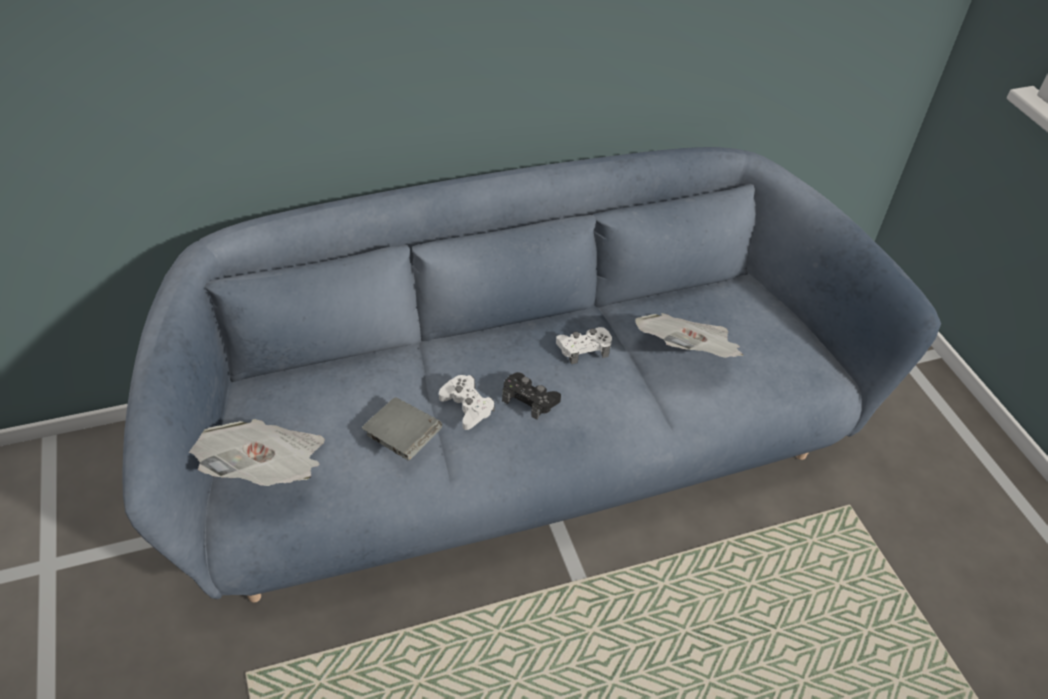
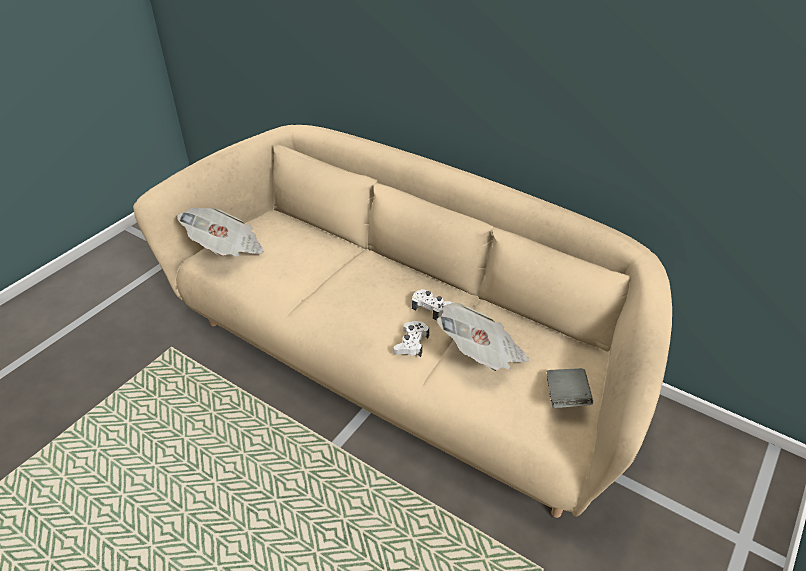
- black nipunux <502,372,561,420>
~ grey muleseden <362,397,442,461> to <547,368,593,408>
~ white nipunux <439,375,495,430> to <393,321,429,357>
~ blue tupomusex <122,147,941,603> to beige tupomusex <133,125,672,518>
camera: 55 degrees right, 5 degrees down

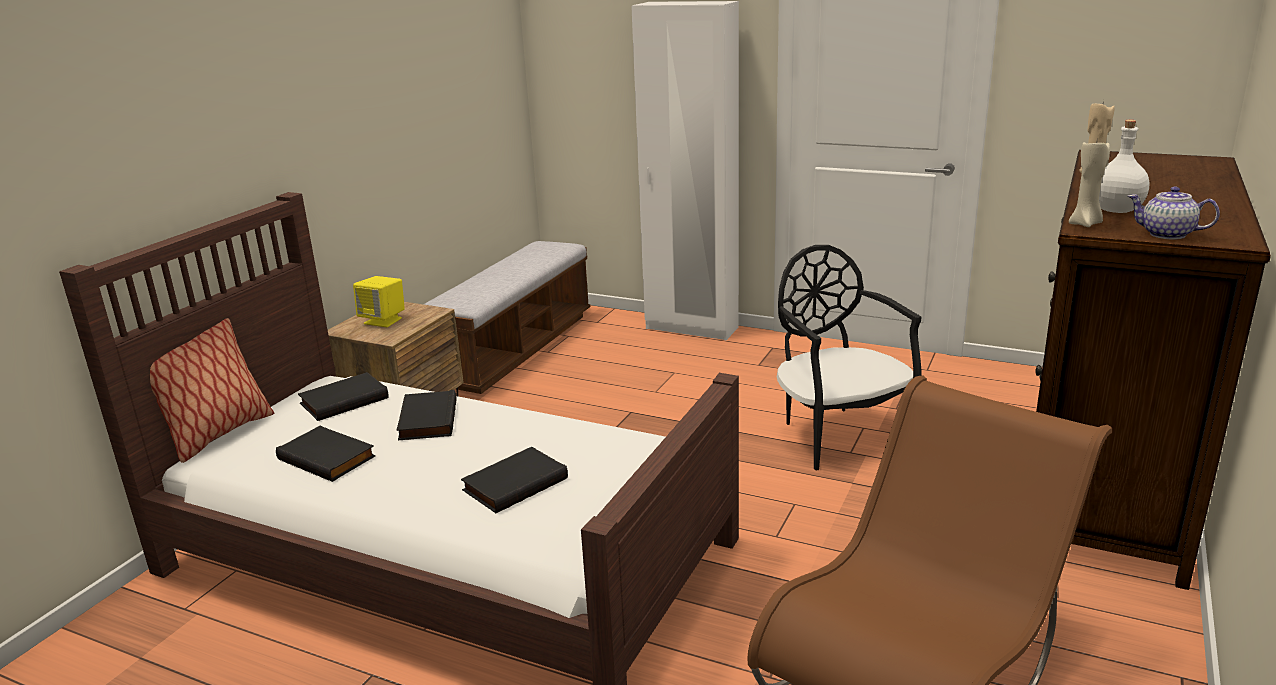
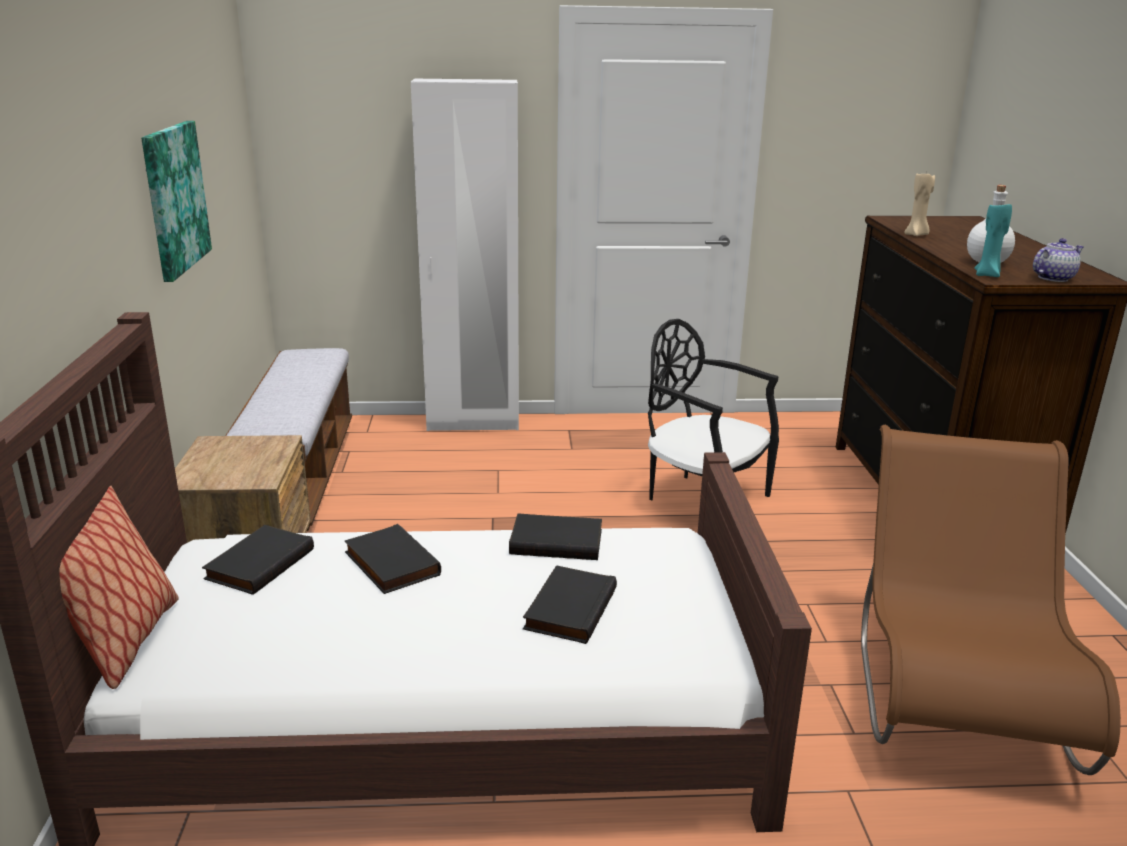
- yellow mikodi <353,276,405,327>
+ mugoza <141,121,212,282>
~ black muleseden <276,426,376,482> to <509,513,602,560>
~ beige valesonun <1069,137,1110,227> to turquoise valesonun <974,202,1012,277>
~ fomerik <1128,186,1220,240> = <1033,238,1084,282> 150 degrees clockwise
camera: 30 degrees left, 0 degrees up

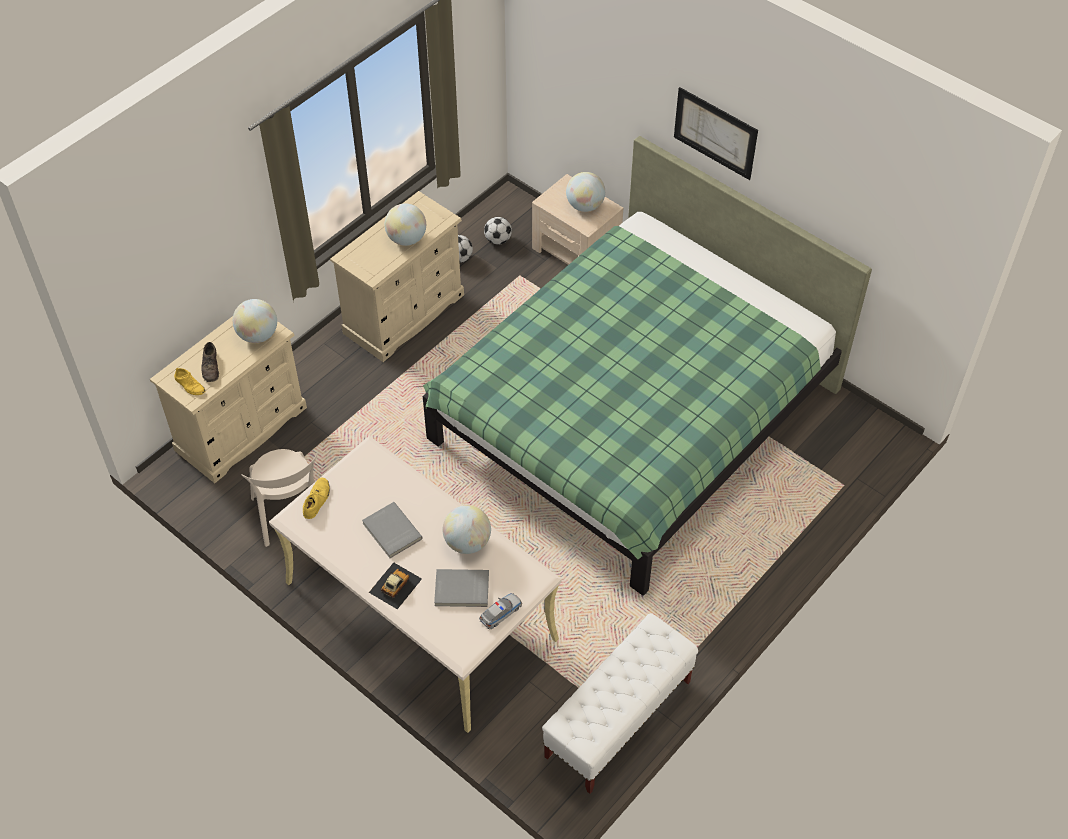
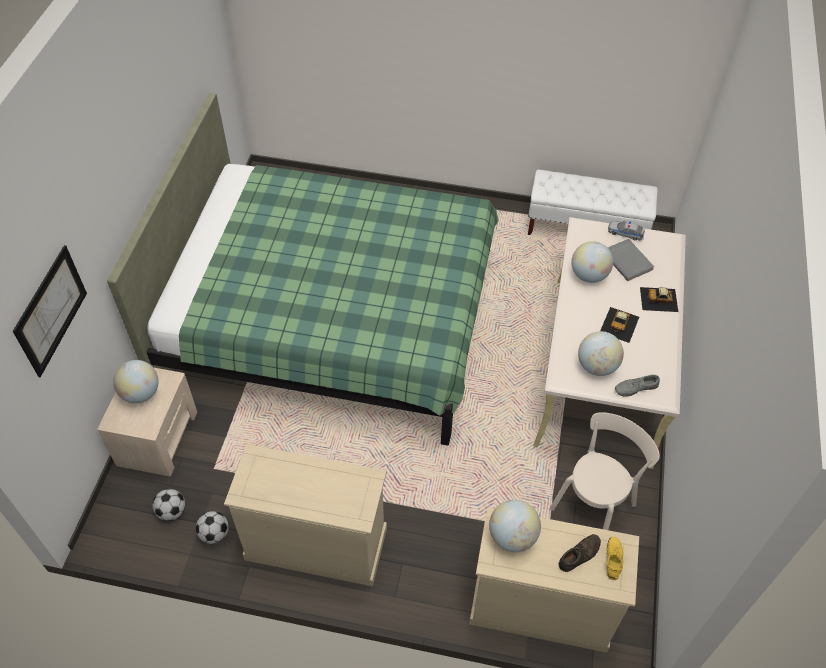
~ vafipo <385,203,426,246> to <578,331,624,376>
~ mugoza <674,87,758,180> to <13,245,87,377>
~ grey muleseden <362,502,423,558> to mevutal <600,307,639,343>
~ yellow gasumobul <303,477,330,519> to grey gasumobul <615,375,660,397>
camera: 120 degrees left, 0 degrees up

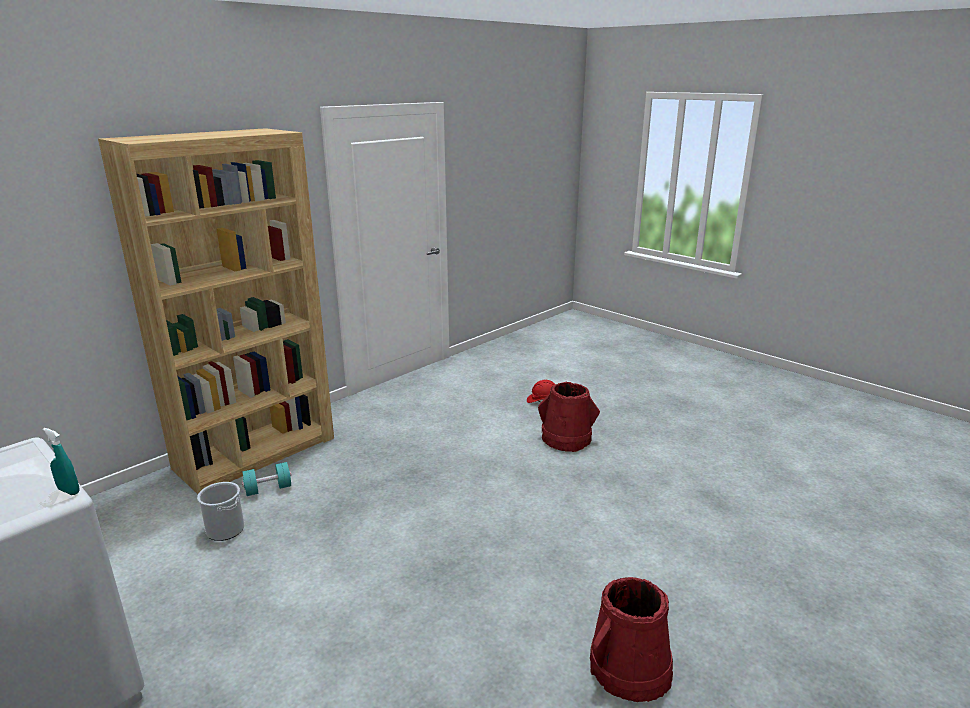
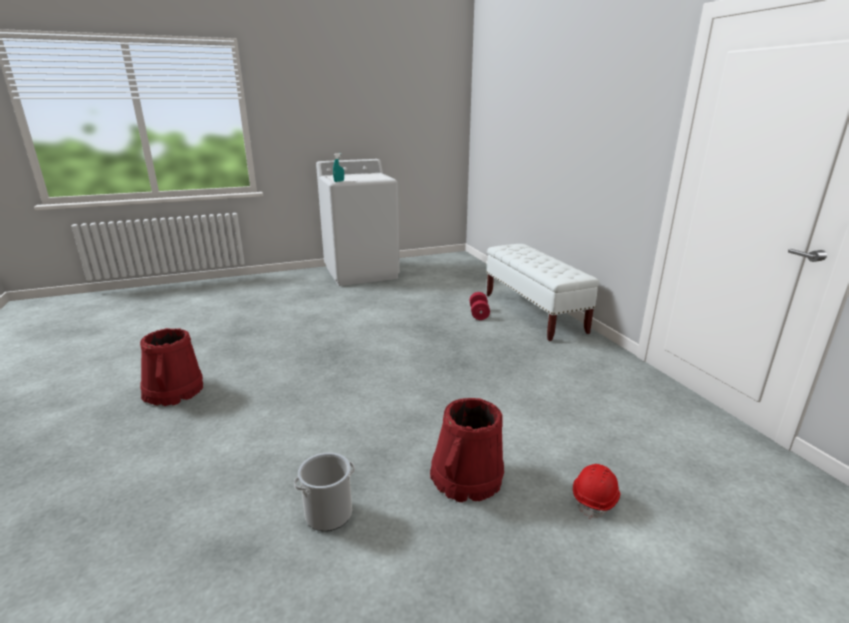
~ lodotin <197,482,245,541> to <294,452,355,531>
~ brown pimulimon <98,128,334,494> to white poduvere <486,244,600,341>
~ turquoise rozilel <242,462,291,496> to red rozilel <470,292,490,320>
camera: 115 degrees right, 0 degrees up

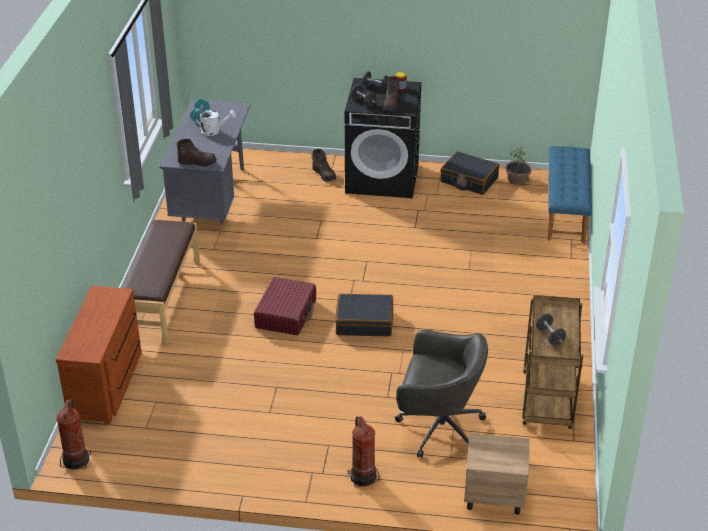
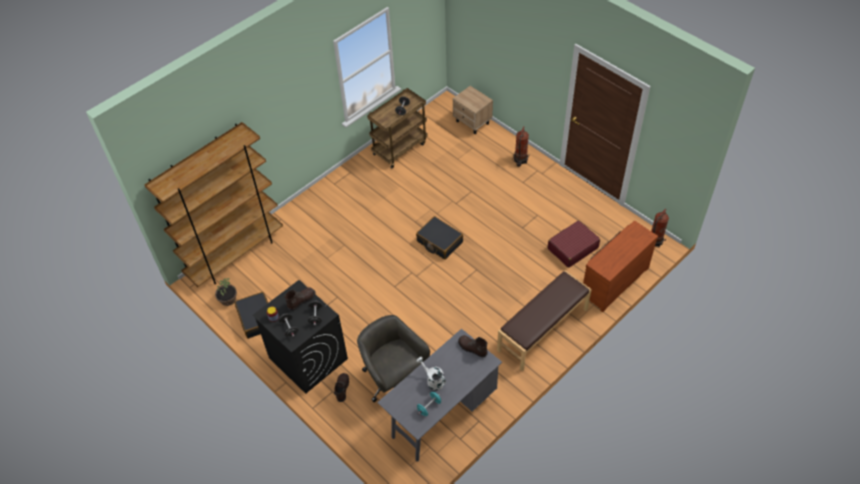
~ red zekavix <254,277,316,335> to <548,220,600,268>
~ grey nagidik <395,330,488,458> to <357,315,430,402>
~ blue poduvere <547,146,592,243> to brown pimulimon <144,122,283,288>
camera: 140 degrees left, 15 degrees up

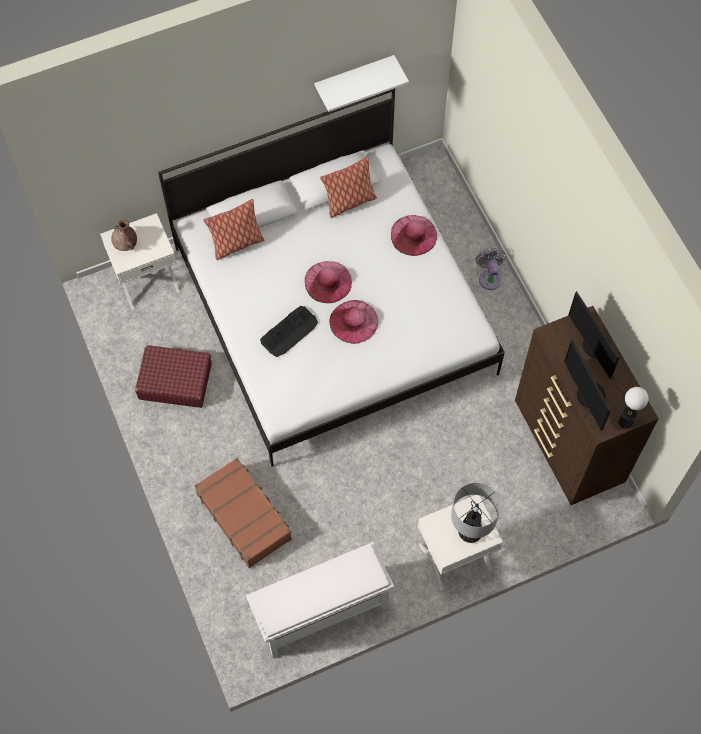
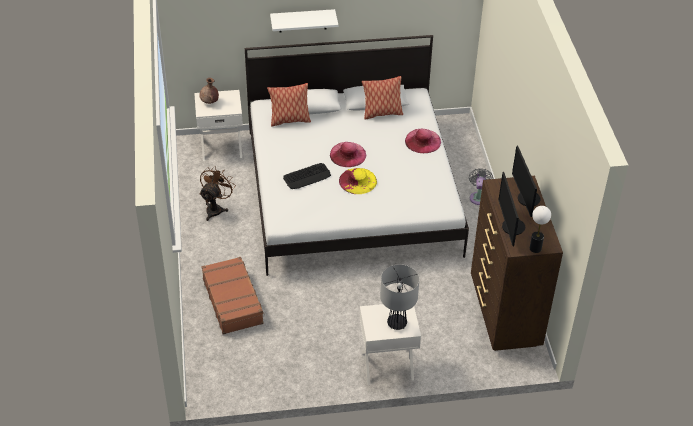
- white poduvere <246,542,395,658>
~ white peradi <314,55,409,112> to <270,9,339,33>
~ red zekavix <135,345,212,408> to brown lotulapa <199,166,236,221>
~ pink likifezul <329,300,378,344> to yellow likifezul <339,168,377,194>
camera: 15 degrees right, 20 degrees down

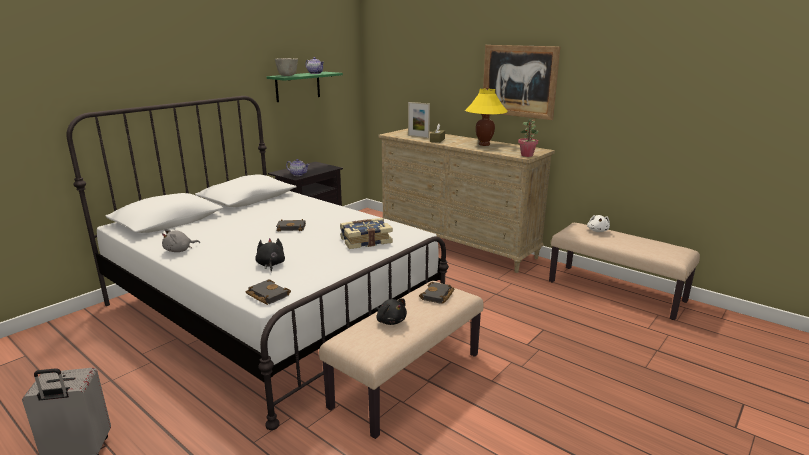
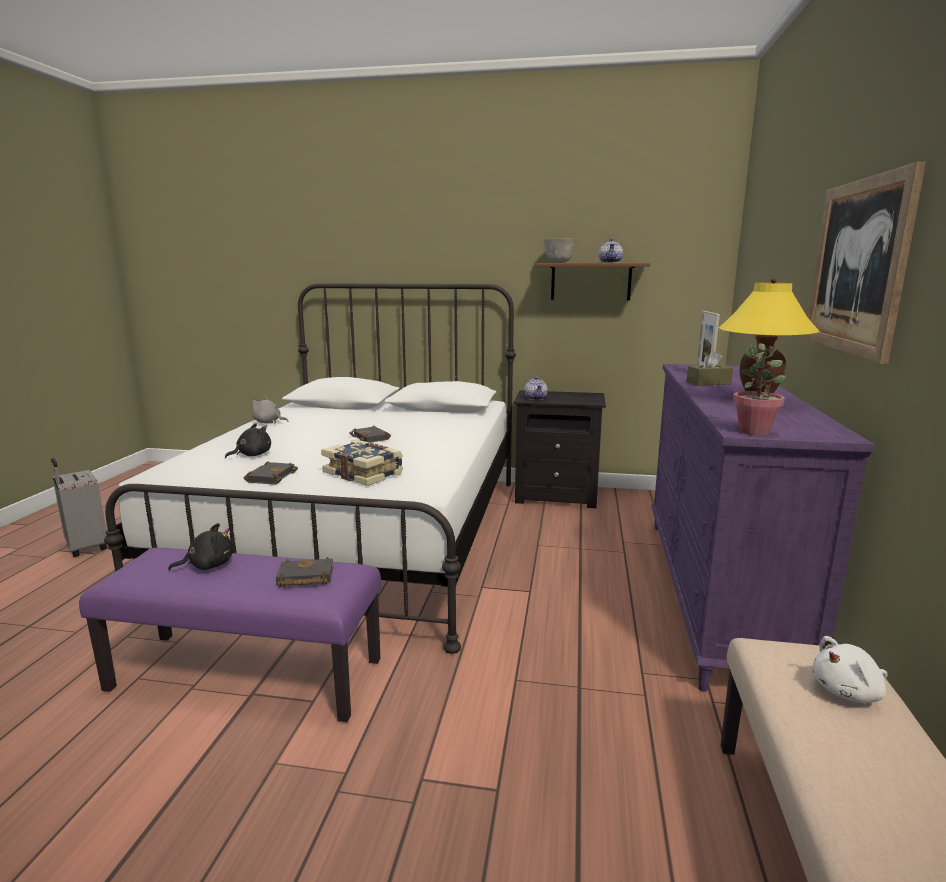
~ black muleseden <246,279,291,305> to <244,461,298,485>
~ green peradi <267,72,343,102> to brown peradi <536,263,651,300>
~ beige poduvere <319,281,484,439> to purple poduvere <79,548,381,722>
~ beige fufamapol <378,128,555,273> to purple fufamapol <651,364,875,692>
~ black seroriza <375,299,407,325> = <168,523,233,571> 135 degrees counterclockwise
camera: 60 degrees right, 5 degrees down

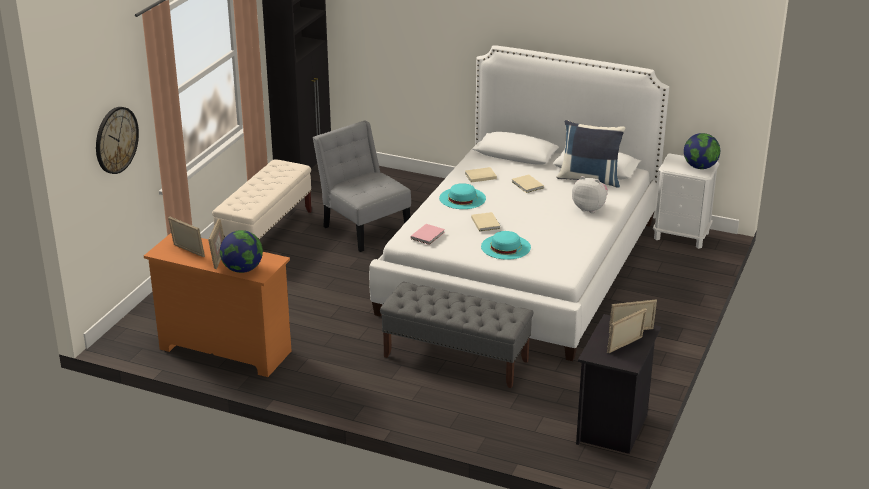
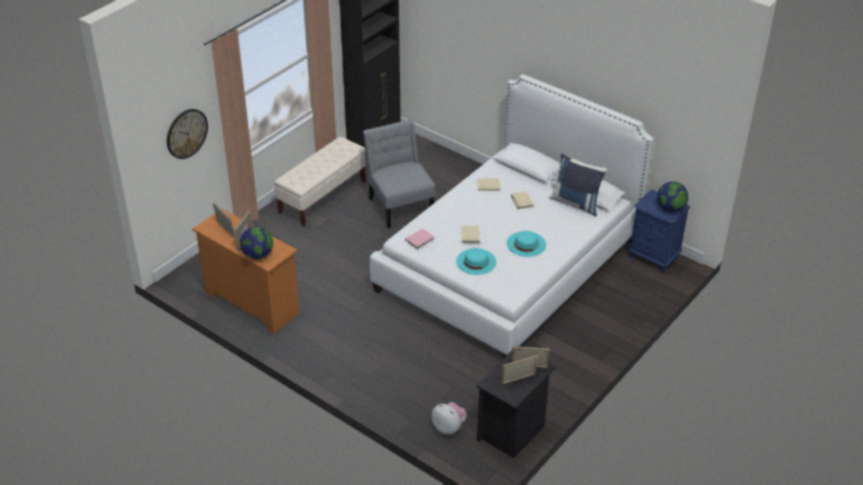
- grey poduvere <380,282,533,388>
~ turquoise likifezul <439,183,486,209> to <507,231,546,257>
~ seroriza <572,176,608,213> to <432,402,467,434>
~ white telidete <653,153,720,249> to blue telidete <628,190,690,273>
camera: 15 degrees right, 10 degrees up

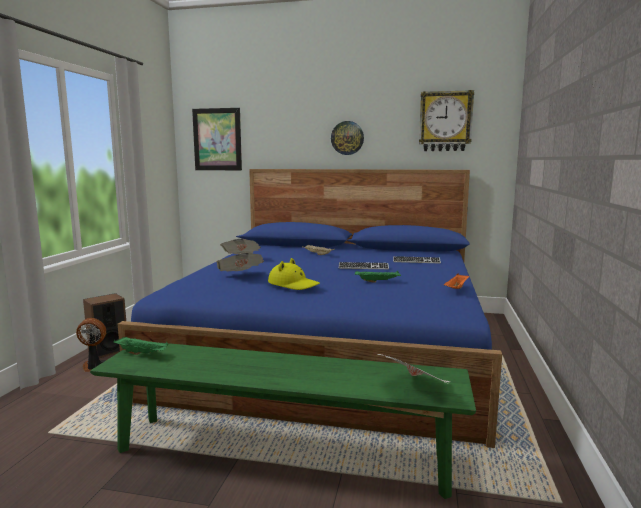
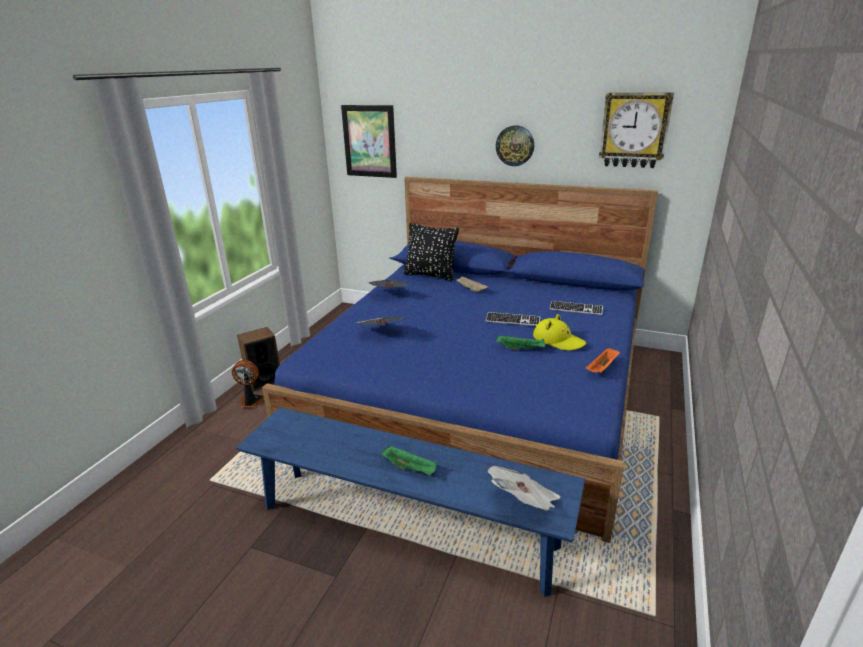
+ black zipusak <403,223,459,282>
~ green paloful <113,336,168,355> to <380,445,437,475>
~ yellow likifezul <268,258,320,290> to <533,314,586,351>
~ green poduvere <90,342,476,499> to blue poduvere <236,407,585,597>
camera: 10 degrees right, 15 degrees up

